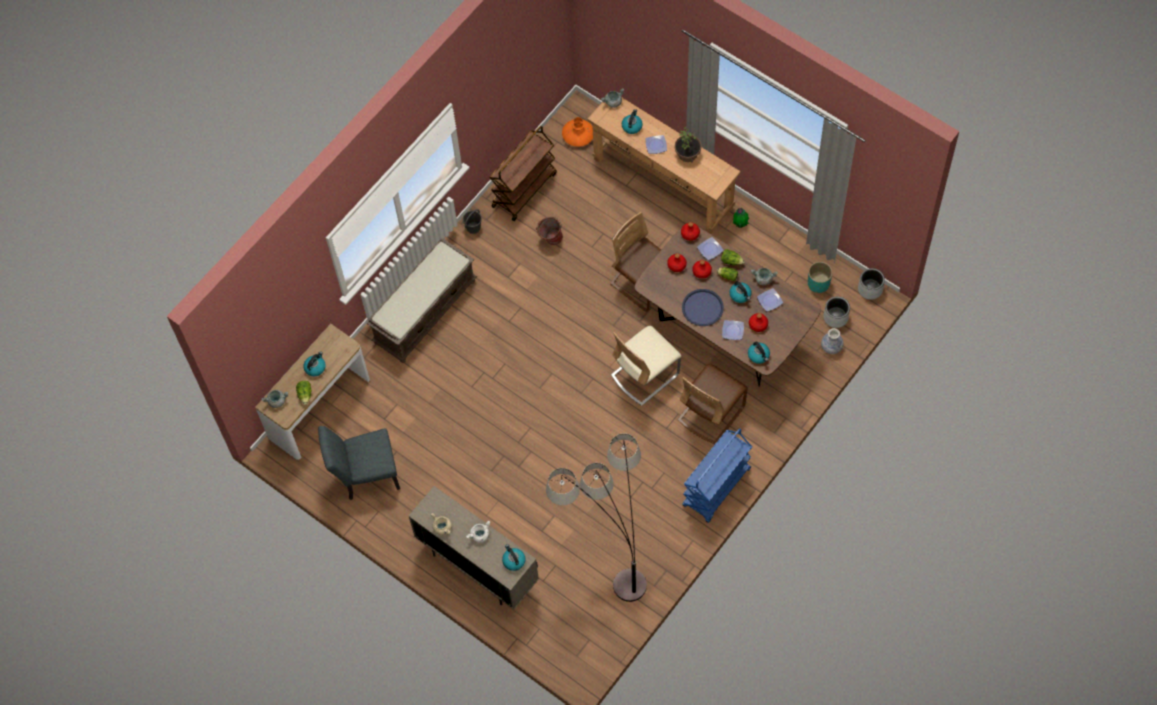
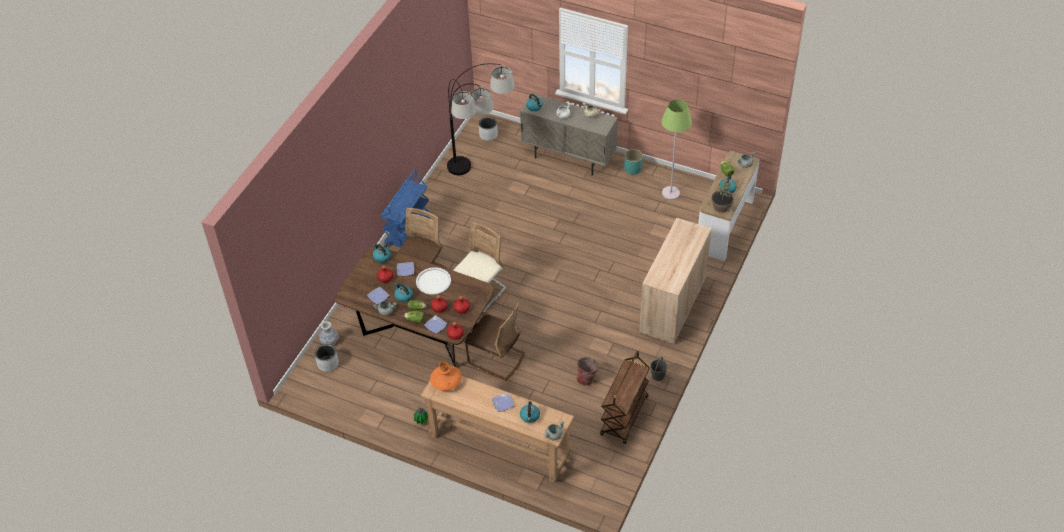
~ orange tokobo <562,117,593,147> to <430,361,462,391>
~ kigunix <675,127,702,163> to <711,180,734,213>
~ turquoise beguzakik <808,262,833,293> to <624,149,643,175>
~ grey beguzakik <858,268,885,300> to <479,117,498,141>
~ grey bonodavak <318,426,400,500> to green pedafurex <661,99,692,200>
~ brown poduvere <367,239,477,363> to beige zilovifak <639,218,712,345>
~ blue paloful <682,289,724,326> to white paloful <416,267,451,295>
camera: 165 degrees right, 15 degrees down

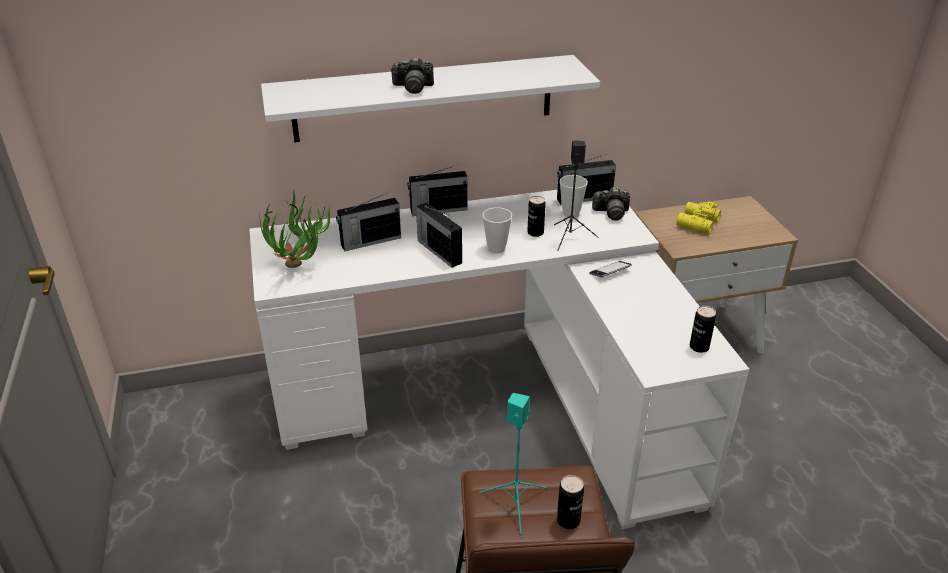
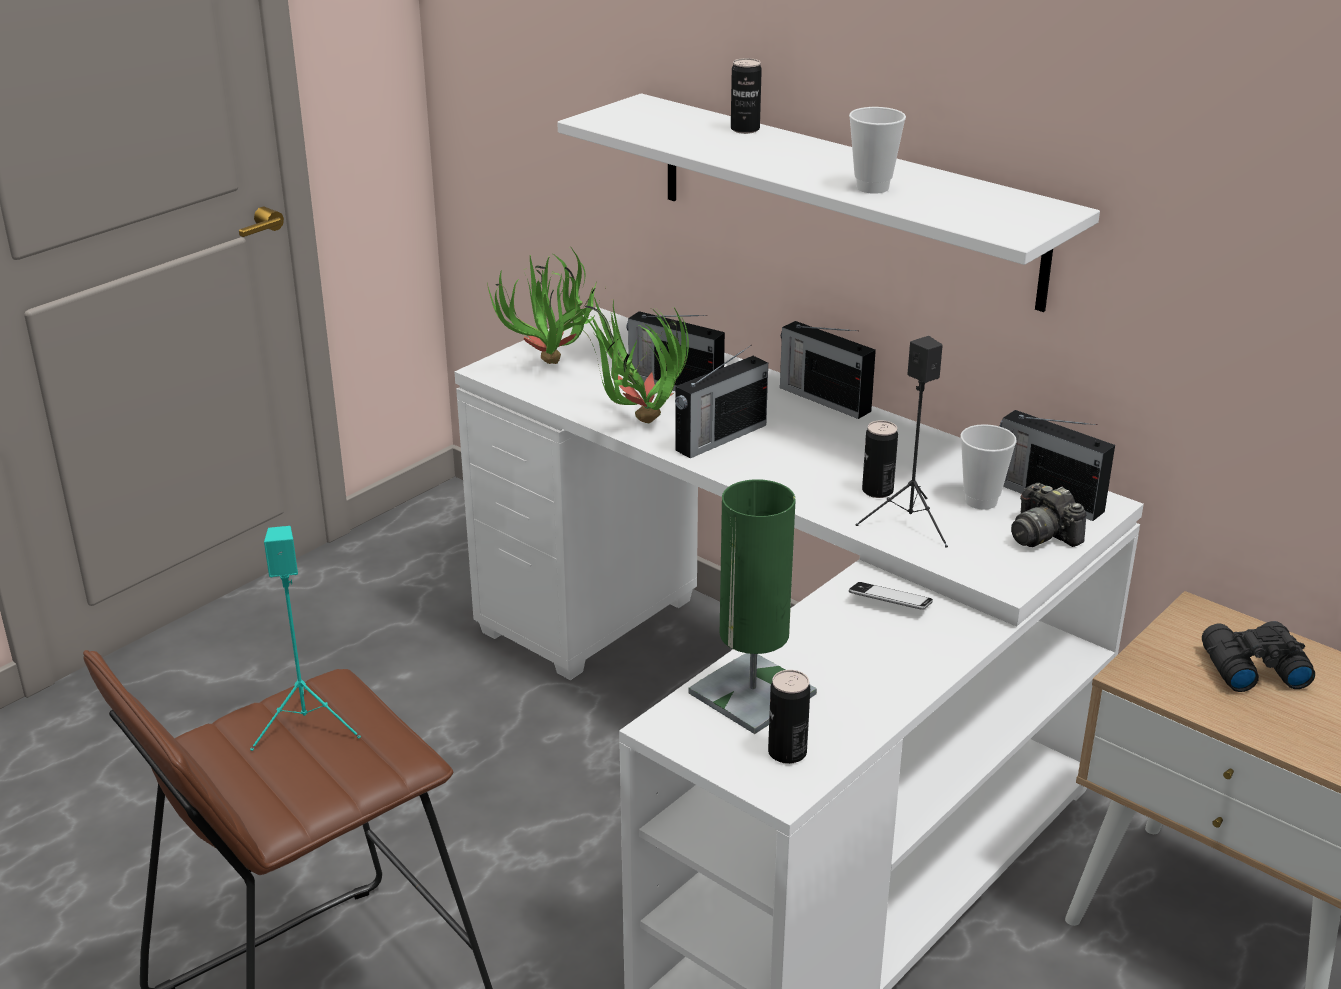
- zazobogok <390,57,434,94>
+ kigunix <581,297,689,423>
+ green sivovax <688,479,817,734>
~ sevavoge <482,207,512,253> to <849,107,906,194>
~ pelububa <557,475,584,529> to <731,58,762,134>
~ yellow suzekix <676,201,721,234> to black suzekix <1202,621,1315,692>
~ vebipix <416,203,462,268> = <675,345,768,458> 150 degrees counterclockwise
camera: 55 degrees right, 5 degrees down

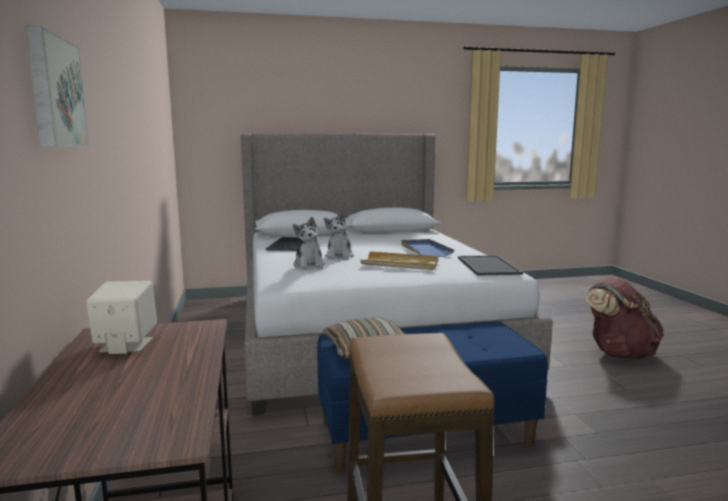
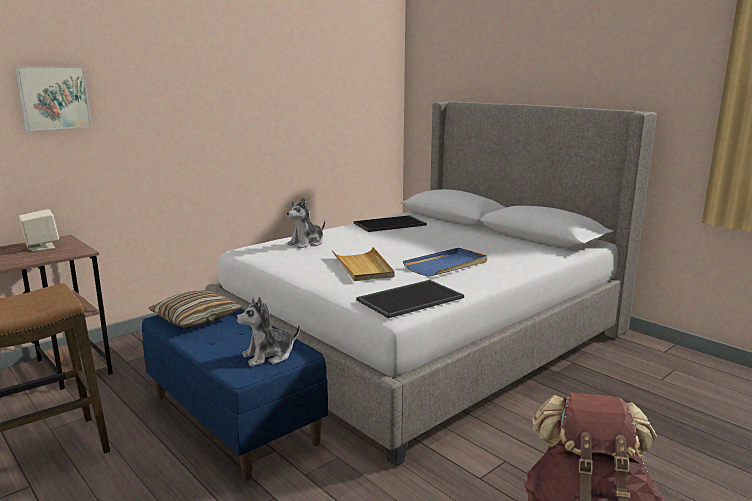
~ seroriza <324,212,354,260> to <236,297,300,366>
camera: 60 degrees right, 5 degrees up

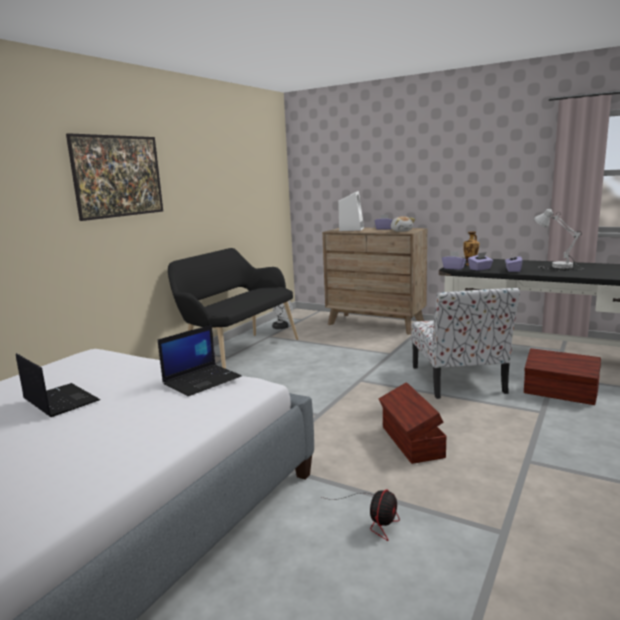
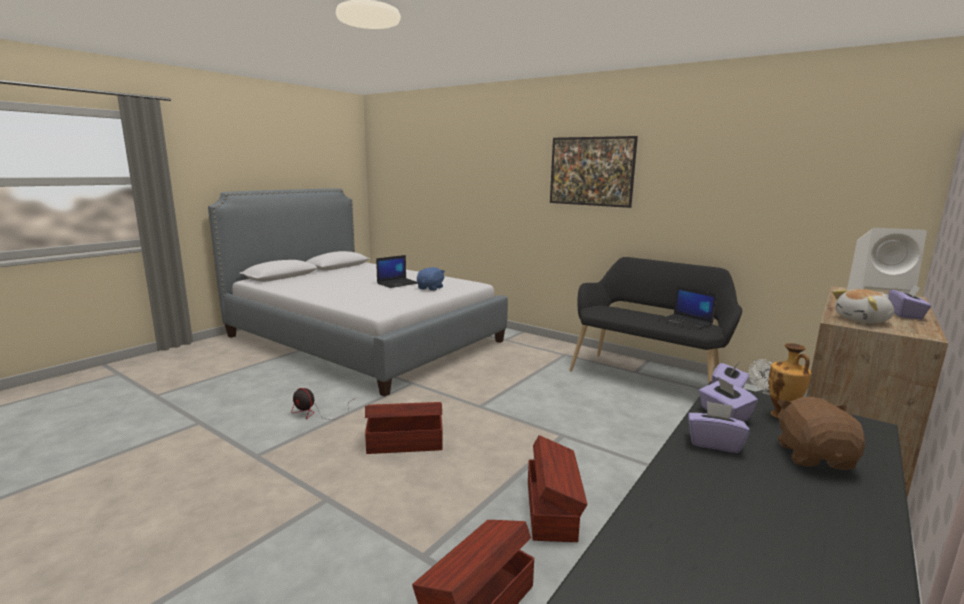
- white sivovax <534,209,584,271>
+ blue seroriza <417,267,445,291>
+ brown seroriza <777,397,865,470>
~ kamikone <158,325,242,396> to <657,286,717,330>
~ bonodavak <411,288,520,399> to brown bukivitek <528,435,587,542>
camera: 95 degrees right, 0 degrees up

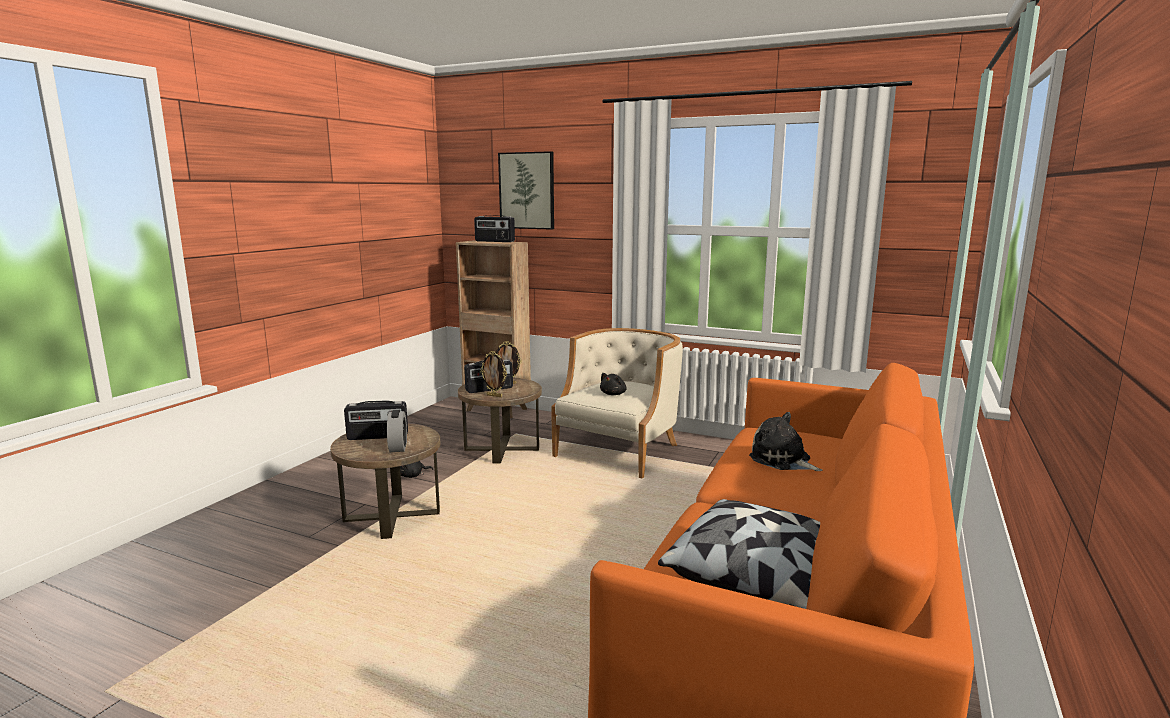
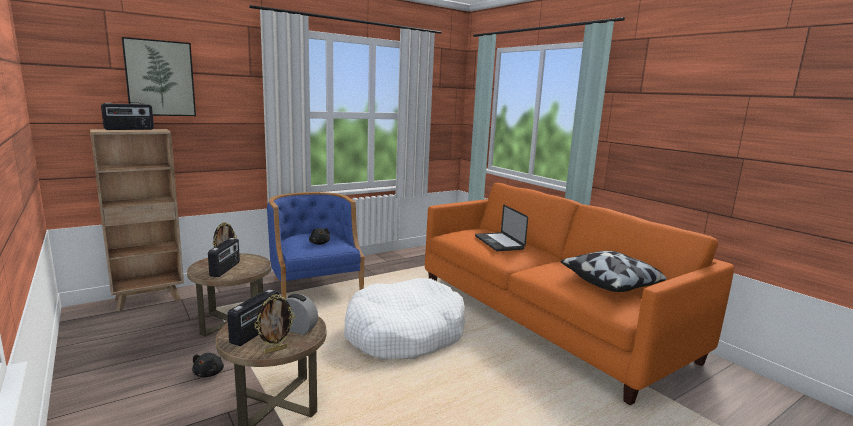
+ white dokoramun <344,278,465,359>
~ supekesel <480,351,507,397> to <254,294,295,354>
~ seroriza <749,412,822,471> to kamikone <475,205,528,251>
~ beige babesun <551,328,683,478> to blue babesun <267,192,364,299>
camera: 60 degrees left, 0 degrees up

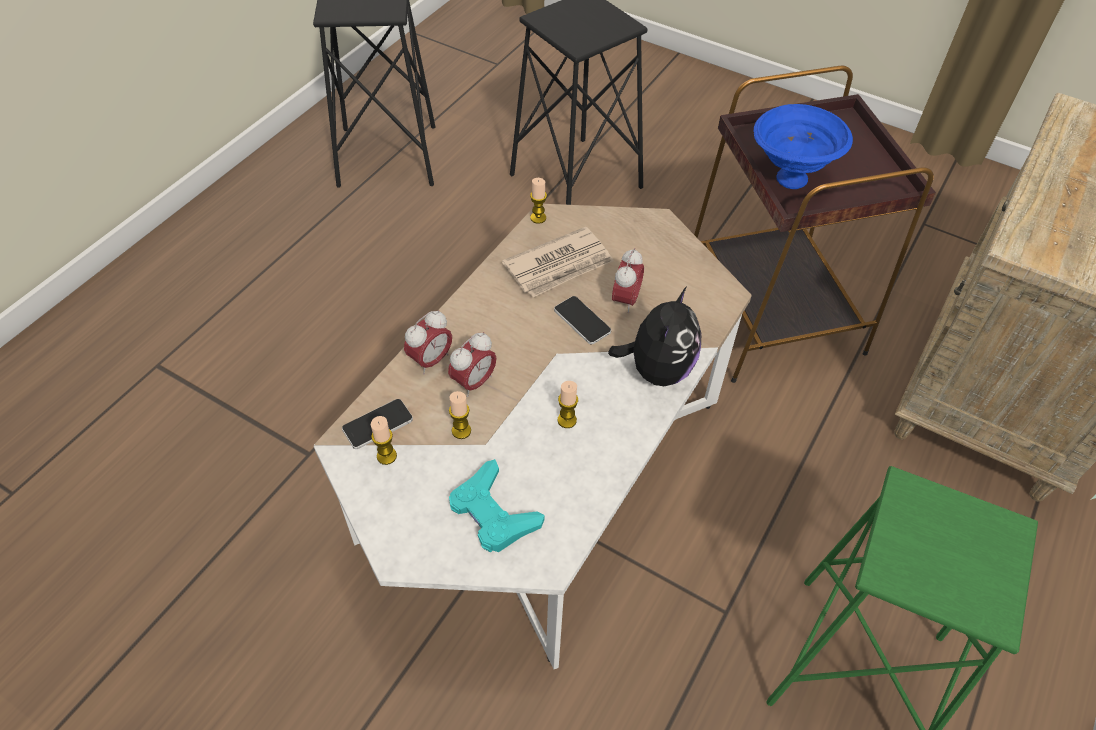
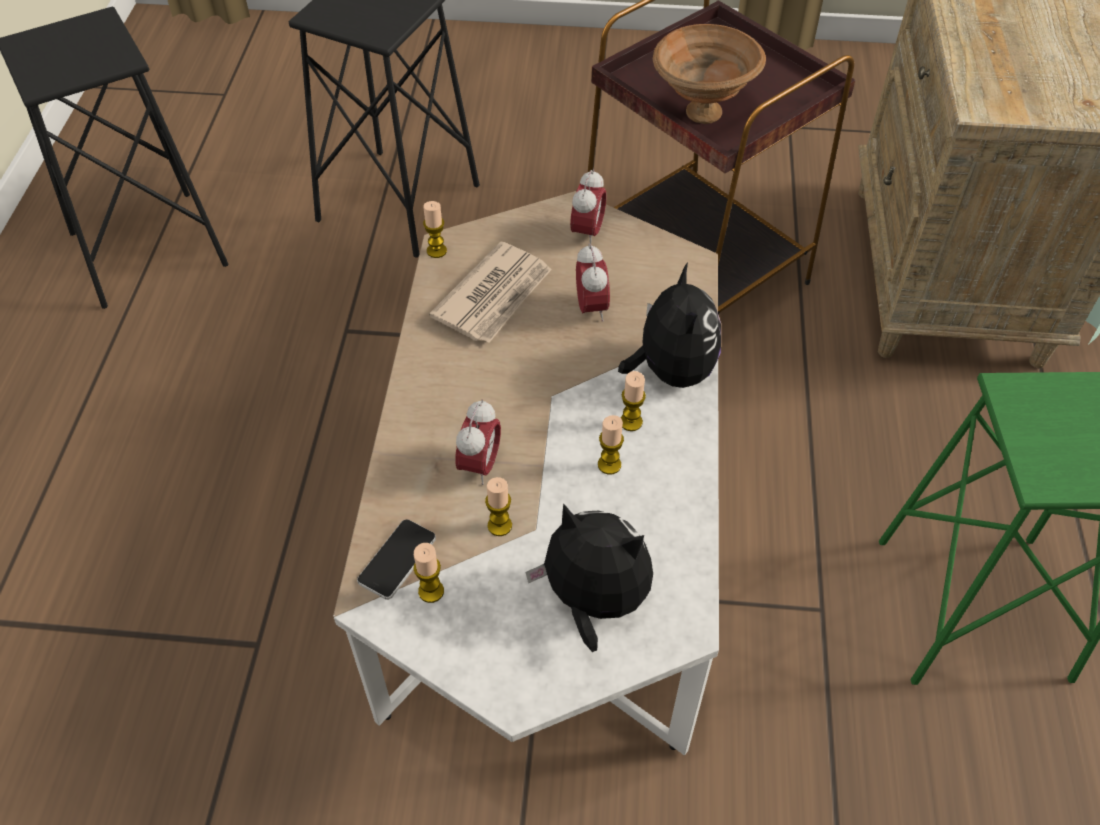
- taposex <554,296,611,344>
+ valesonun <620,371,646,431>
~ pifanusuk <404,310,452,374> to <570,169,607,245>
~ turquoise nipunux <449,459,544,552> to seroriza <525,503,653,652>
~ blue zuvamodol <753,104,853,189> to brown zuvamodol <653,24,766,124>
camera: 25 degrees left, 0 degrees up

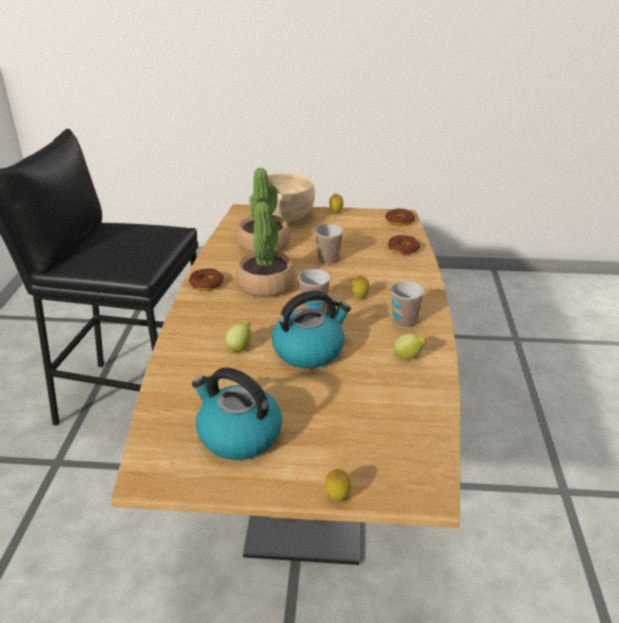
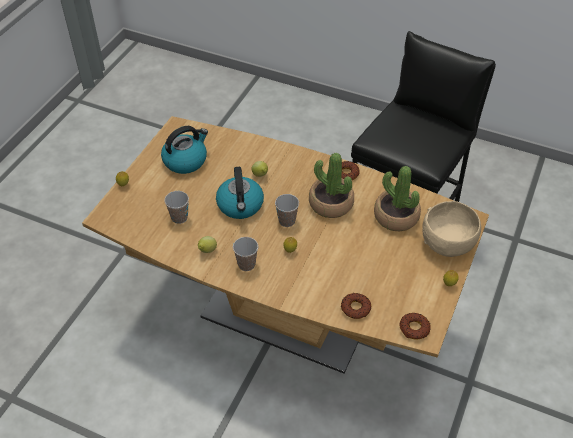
~ sevavoge <314,224,344,264> to <164,191,189,224>
camera: 110 degrees right, 15 degrees up

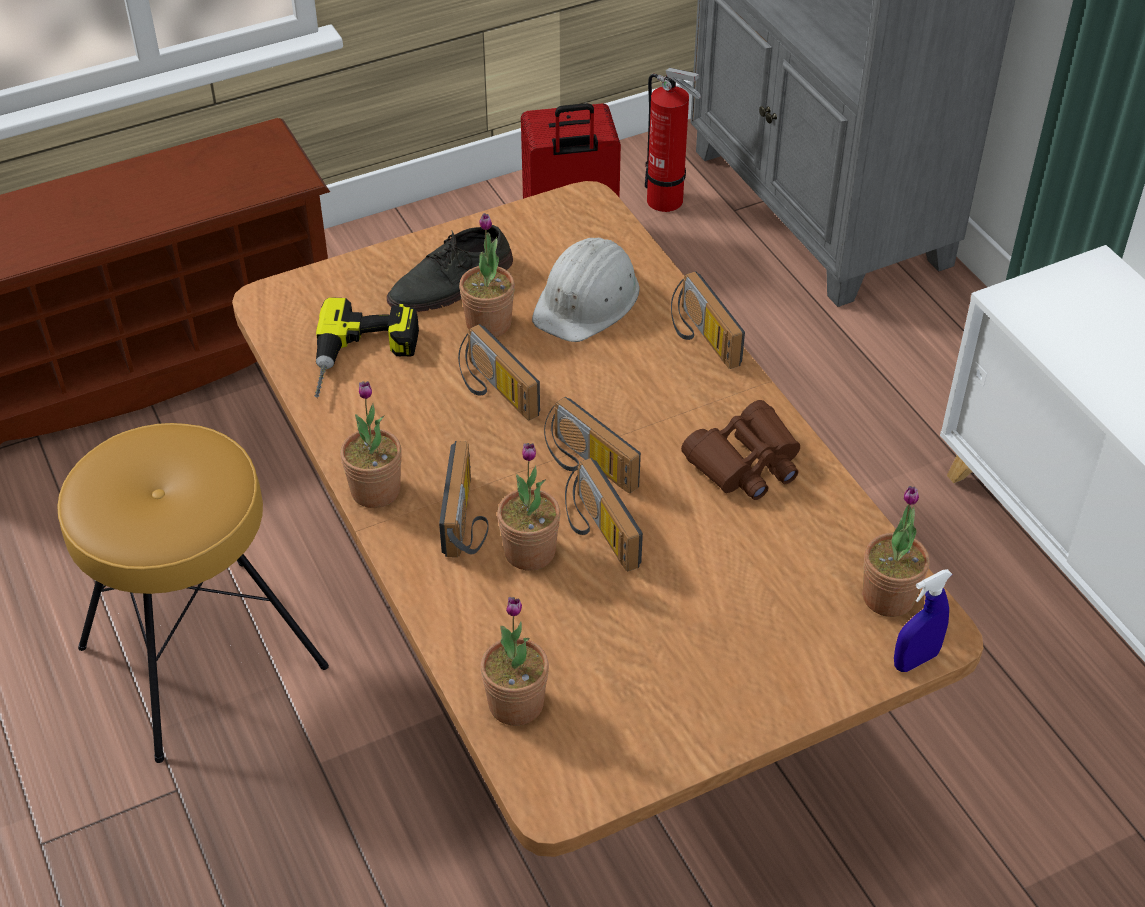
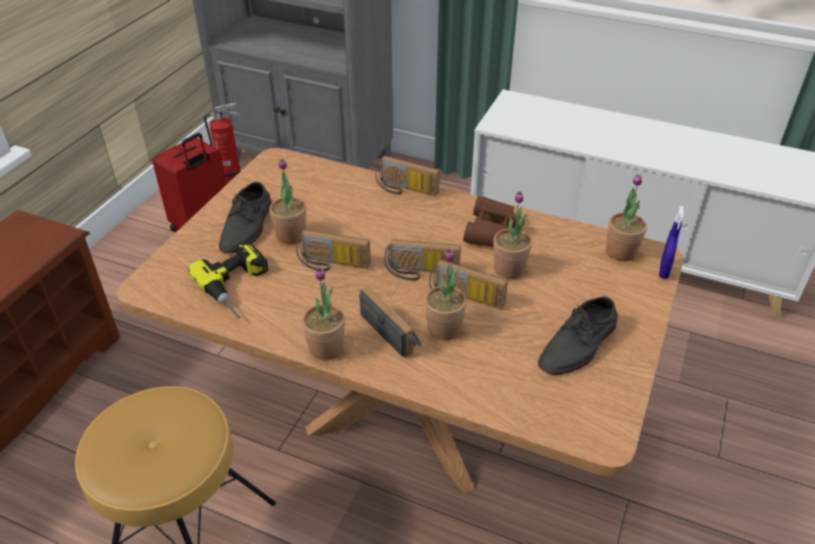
- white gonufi <532,238,640,342>
+ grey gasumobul <538,296,618,375>
~ kigunix <480,597,549,726> to <493,191,532,279>
camera: 40 degrees left, 5 degrees down

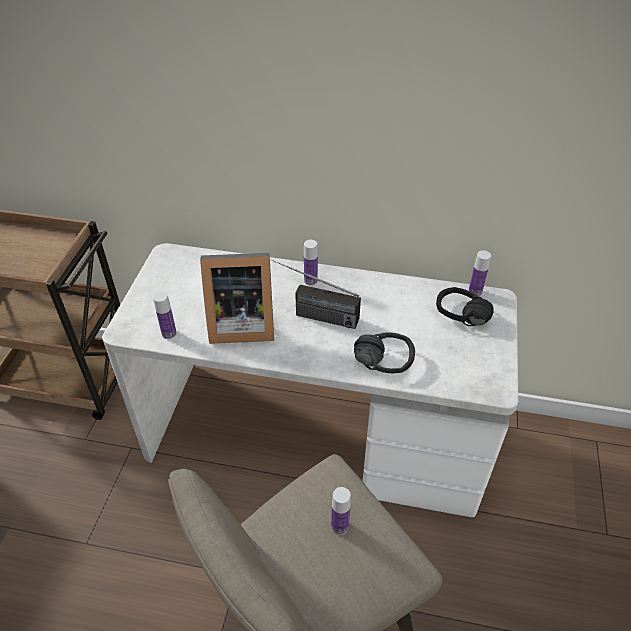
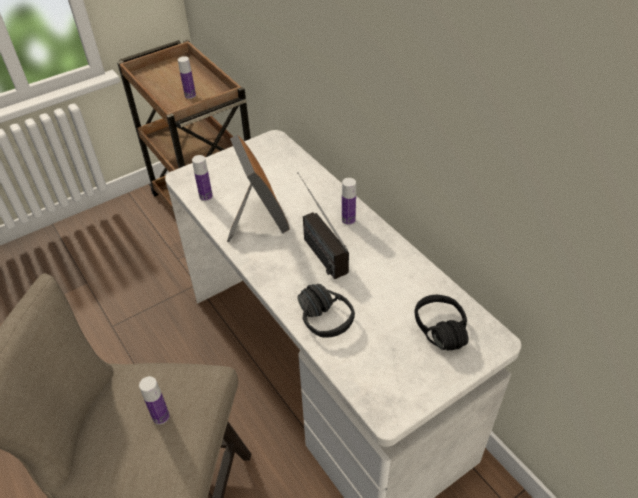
~ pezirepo <468,250,491,297> to <178,56,196,99>
~ supekesel <200,253,274,344> = <227,135,290,242> 150 degrees counterclockwise
camera: 45 degrees right, 0 degrees up

